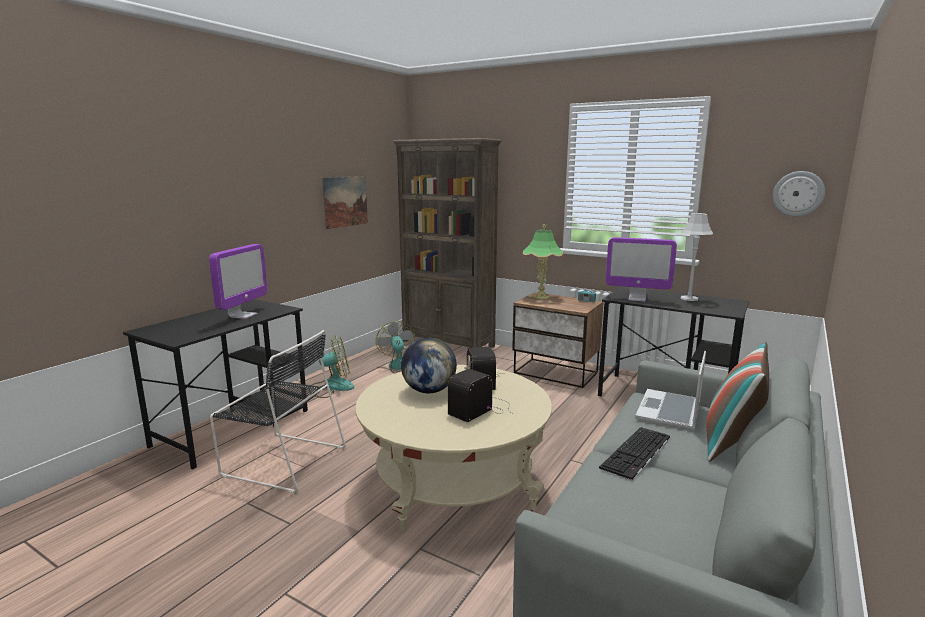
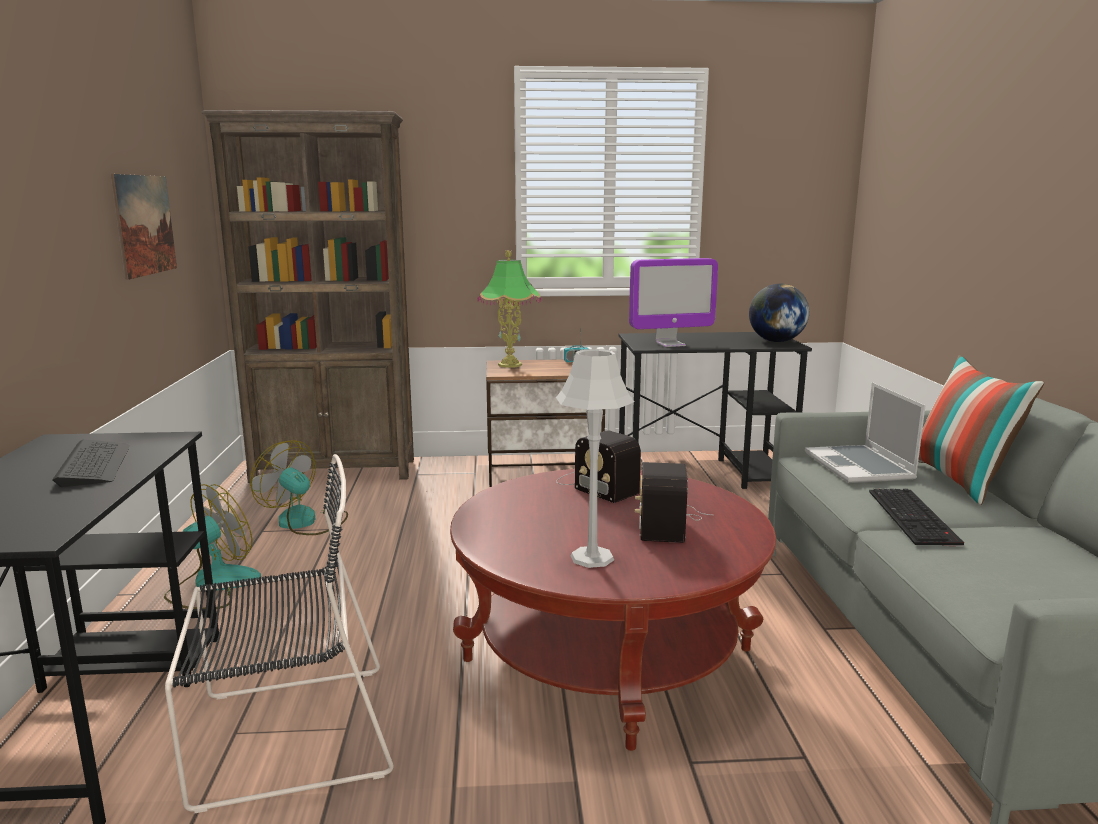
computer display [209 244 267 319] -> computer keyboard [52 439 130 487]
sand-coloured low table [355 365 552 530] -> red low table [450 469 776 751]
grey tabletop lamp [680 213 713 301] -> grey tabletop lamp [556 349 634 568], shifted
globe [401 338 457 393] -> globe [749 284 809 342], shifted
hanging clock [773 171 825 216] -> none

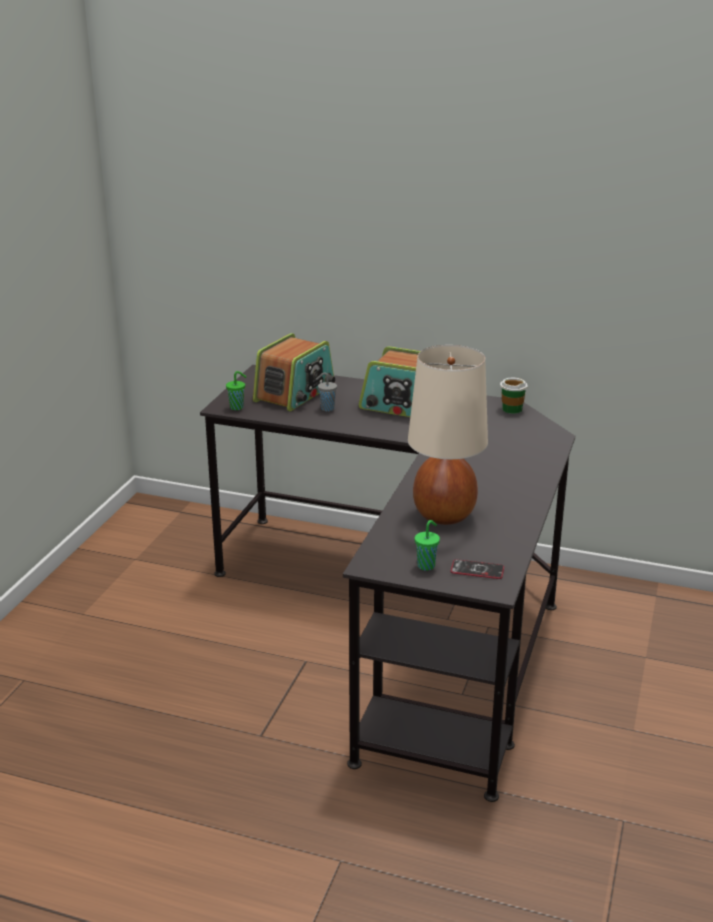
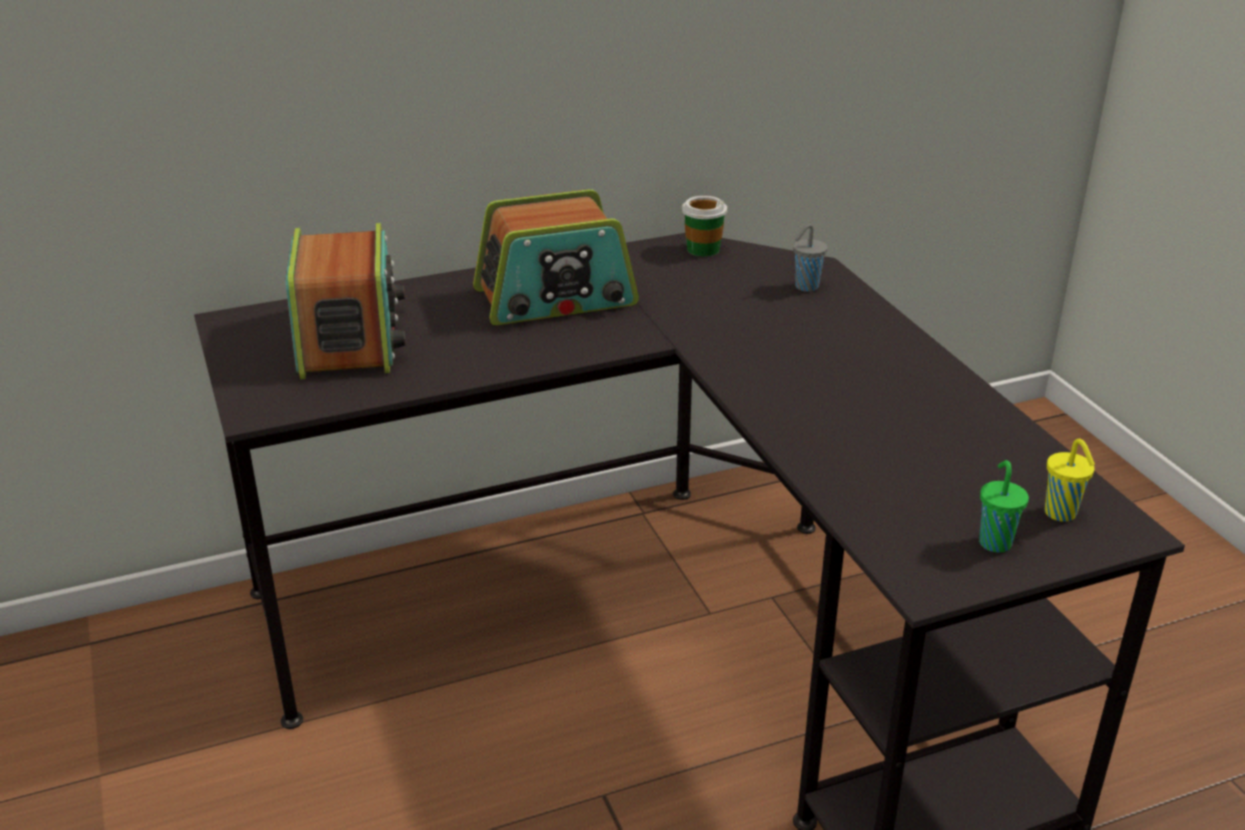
grey drinking cup [316 372 337 411] -> grey drinking cup [793 224 828 292], shifted
telephone [451 559 504 579] -> yellowish drinking cup [1045 439 1095 522]
greenish drinking cup [226 371 246 410] -> none
sand-coloured tabletop lamp [408 345 488 525] -> none

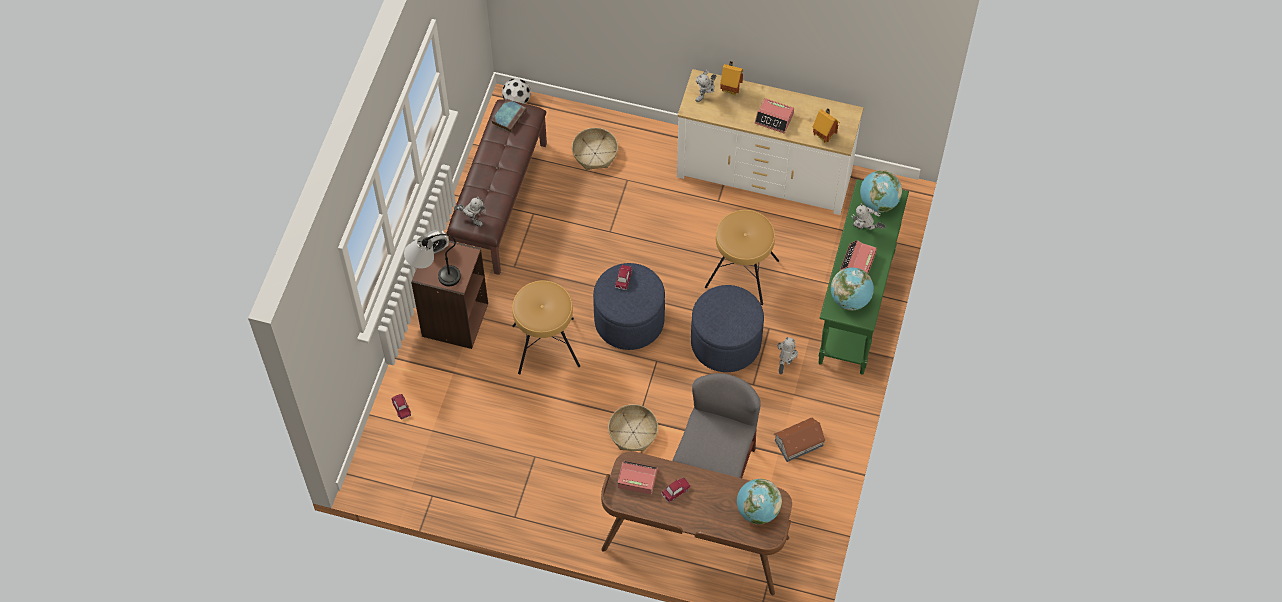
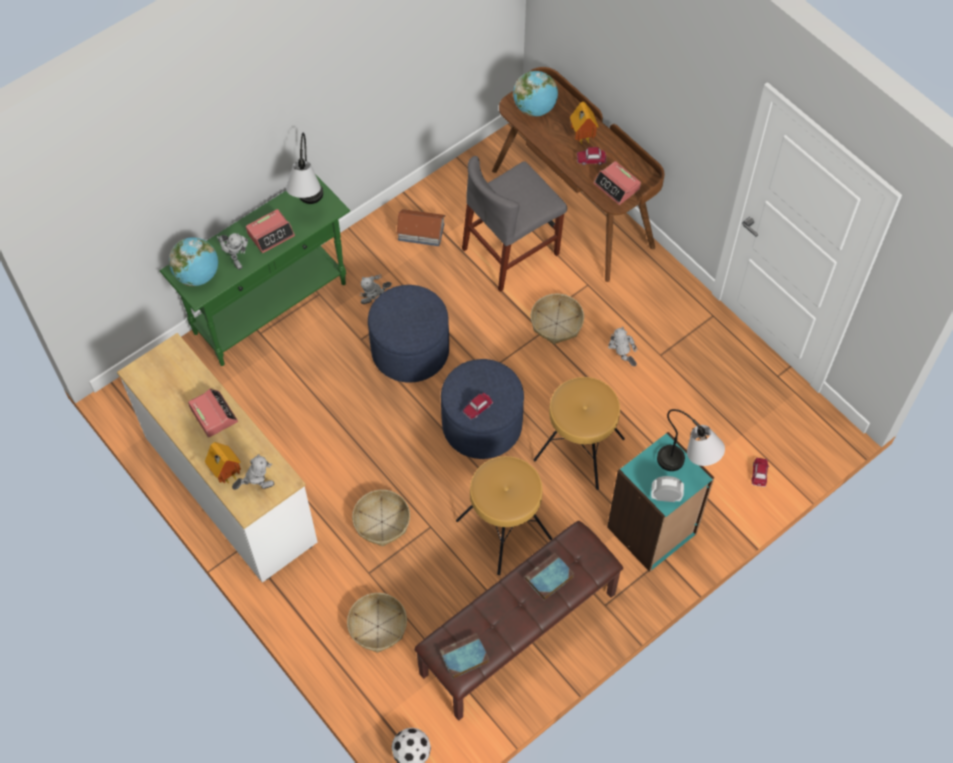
globe [831 267 874 310] -> tabletop lamp [286 133 323 204]
none -> basket [352 490 410 546]
brownish stool [705 210 779 305] -> brownish stool [456 456 552 575], shifted
none -> bound book [524 553 574 600]
toy house [813 108 840 144] -> toy house [570 102 599 145], shifted
brownish shelving unit [411 241 488 349] -> turquoise shelving unit [607 432 714 572]
toy robot [454 197 486 227] -> toy robot [608 327 637 366], shifted

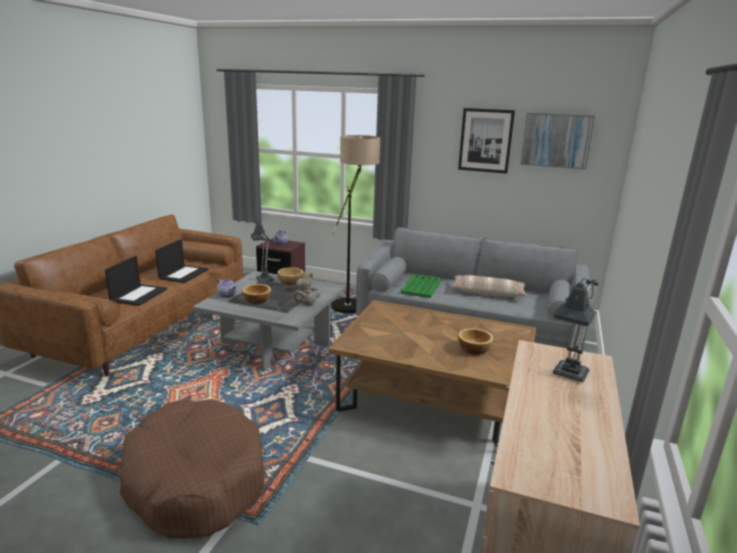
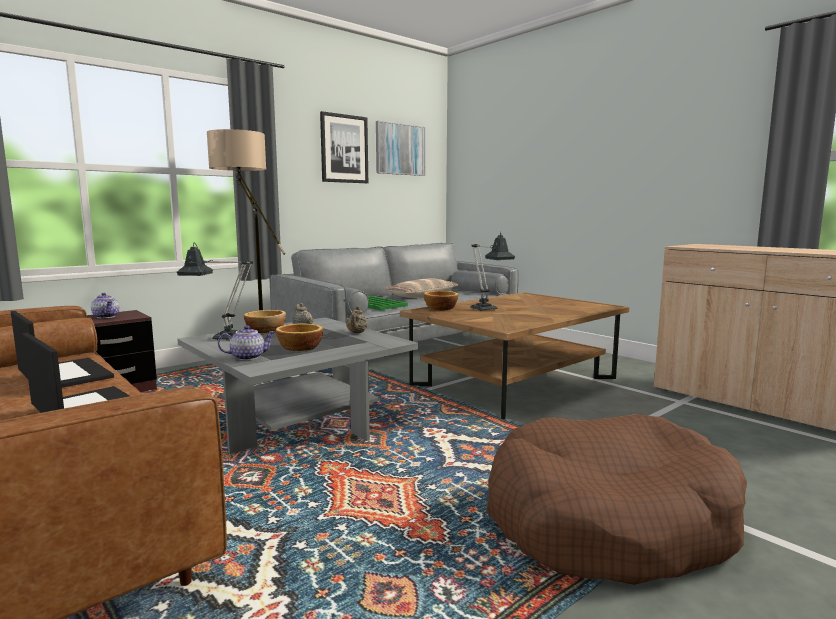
deep dish [458 328 493 355] -> deep dish [424 291 458 310], shifted
tabletop lamp [553 278 599 382] -> tabletop lamp [470 232 515 311], shifted

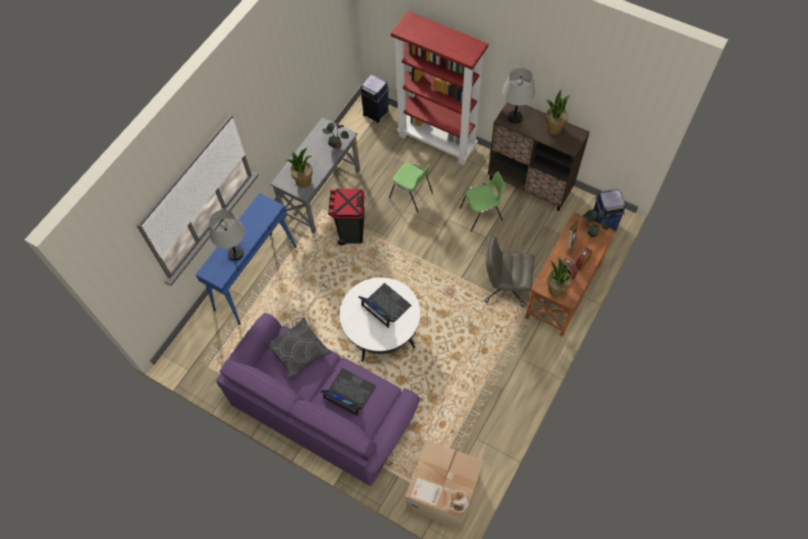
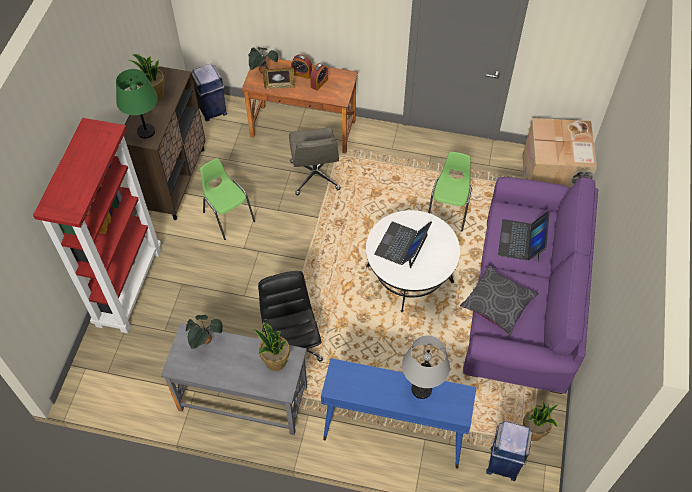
grey tabletop lamp [502 68 535 123] -> greenish tabletop lamp [116 69 158 139]
black waste bin [328 189 364 245] -> black desk chair [258 271 323 362]
greenish chair [389 163 433 212] -> greenish chair [428 152 472 231], shifted
blue waste bin [360 75 390 123] -> blue waste bin [486 421 533 481], shifted
plant in a pot [547 257 573 297] -> plant in a pot [523 401 558 441], shifted

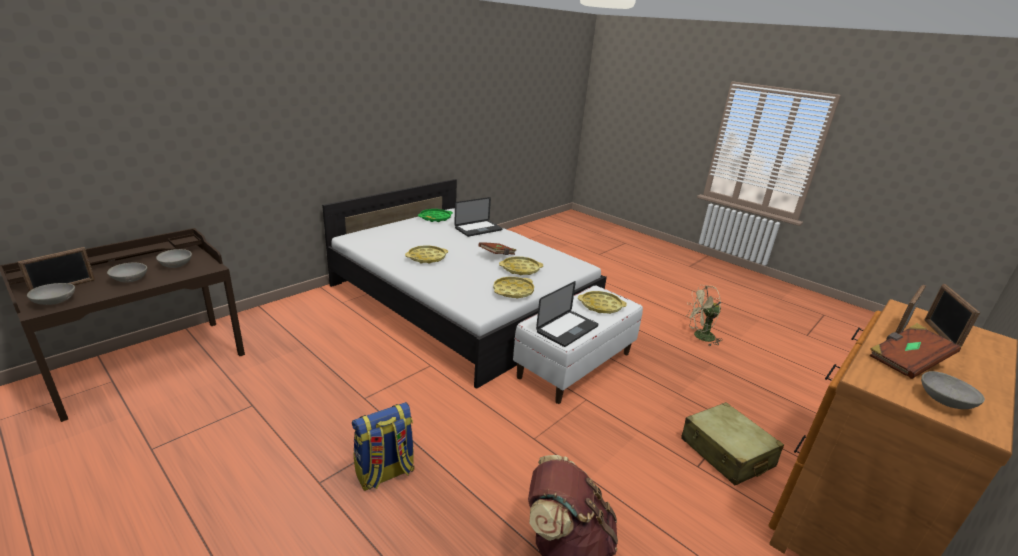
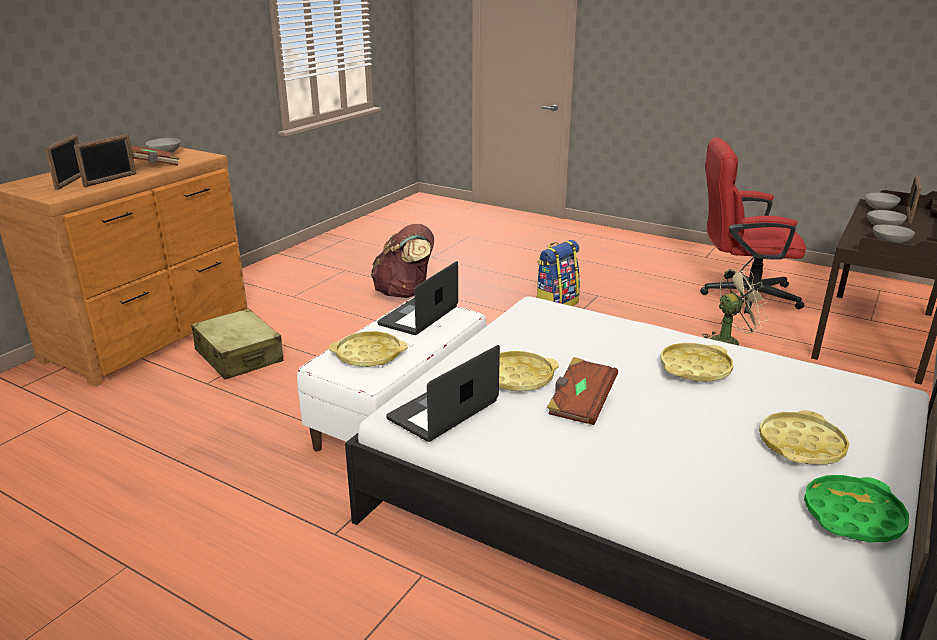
notebook computer [454 197 503 237] -> notebook computer [386 345 500 442], shifted
none -> red desk chair [700 137 806 314]
sand-coloured cooling fan [686 285 723 346] -> sand-coloured cooling fan [702 268 768 346], shifted
yellowish carrying tray [493 277 534 299] -> yellowish carrying tray [759 410 849 464], shifted

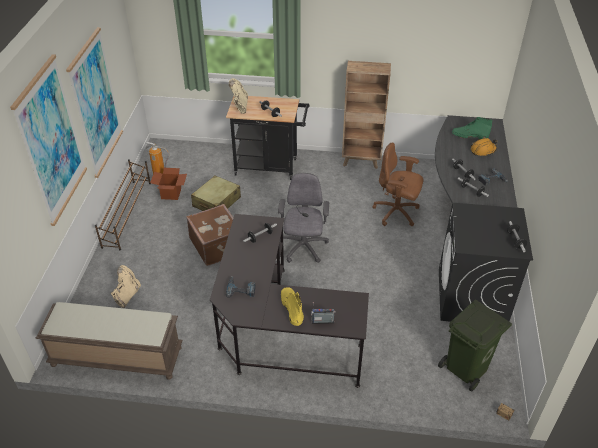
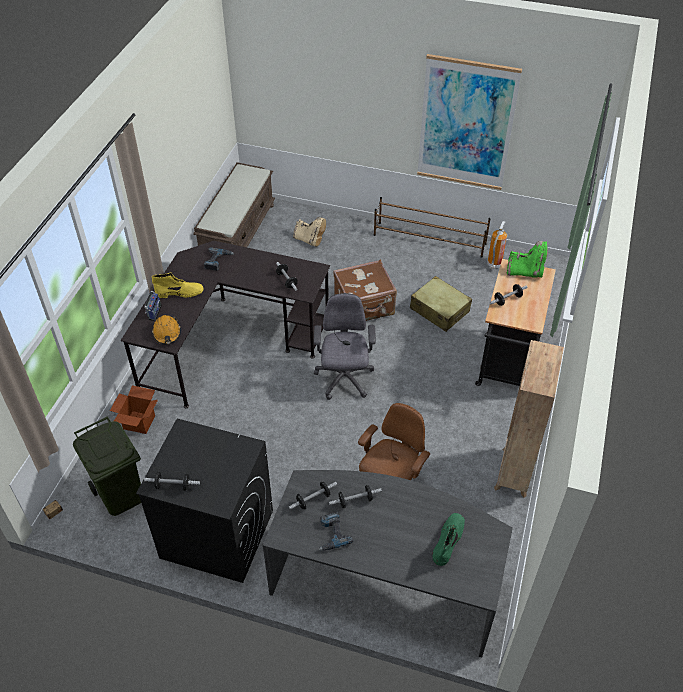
packing box [150 168 187 200] -> packing box [110 385 158 434], shifted
orange-coloured work helmet [470 138 498 156] -> orange-coloured work helmet [152 315 181 344], shifted
grey desk chair [278 173 329 263] -> grey desk chair [314 293 376 400], 105 degrees counterclockwise
sand-coloured tall boot [229 78 248 114] -> greenish tall boot [507 241 548 278]
wall art [10 54 87 226] -> none

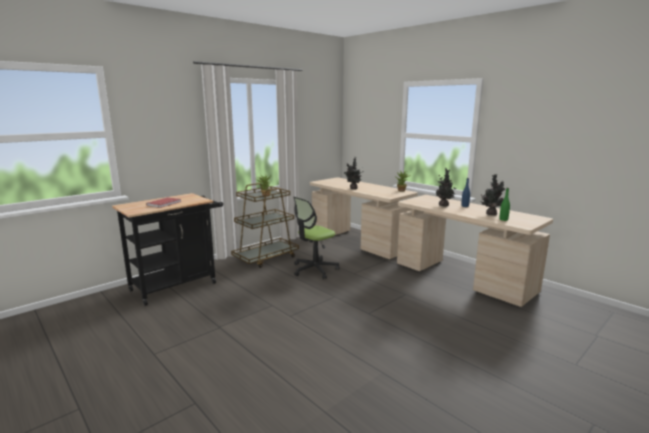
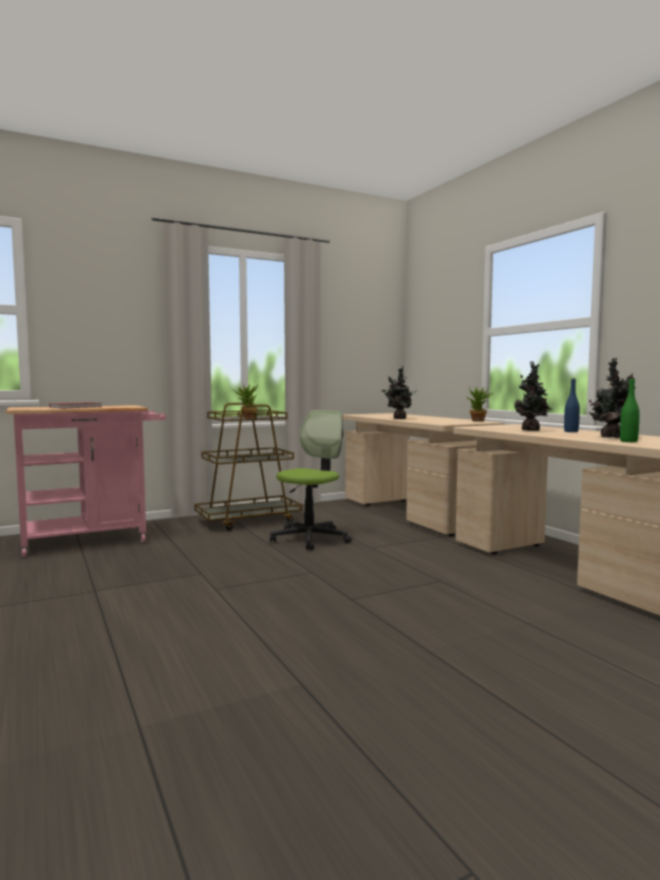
black wheeled cart [112 193 223 306] -> pink-coloured wheeled cart [6 405 166 557]
desk chair [294 197 340 279] -> desk chair [270 410 352 550], 150 degrees clockwise

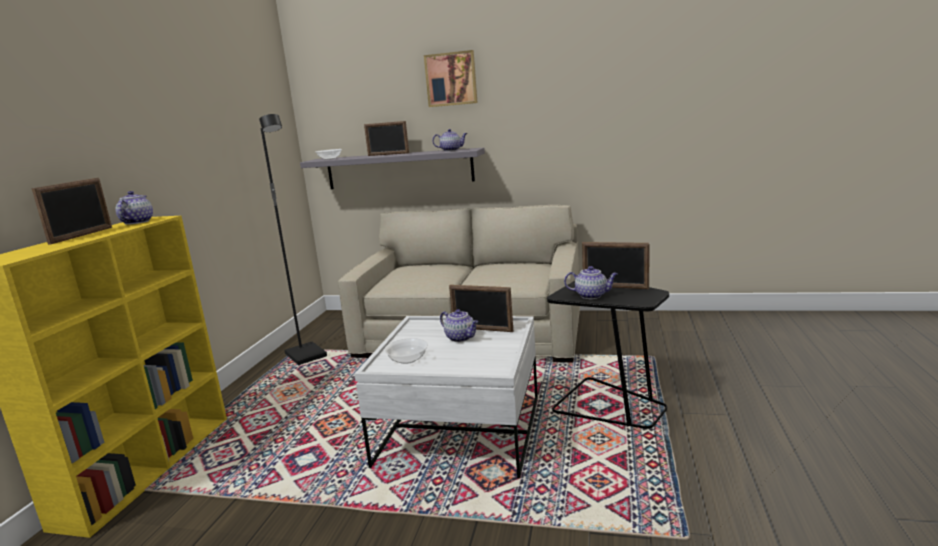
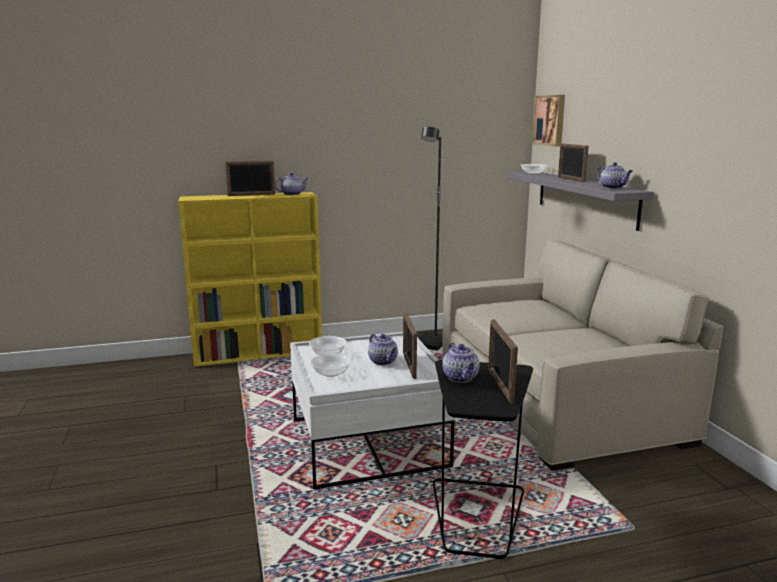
none -> deep dish [310 354 351 377]
tea pot [440 309 478 342] -> tea pot [368 334 398 365], 45 degrees counterclockwise
wall art [424 50 477 107] -> wall art [532 95 565 146], shifted

